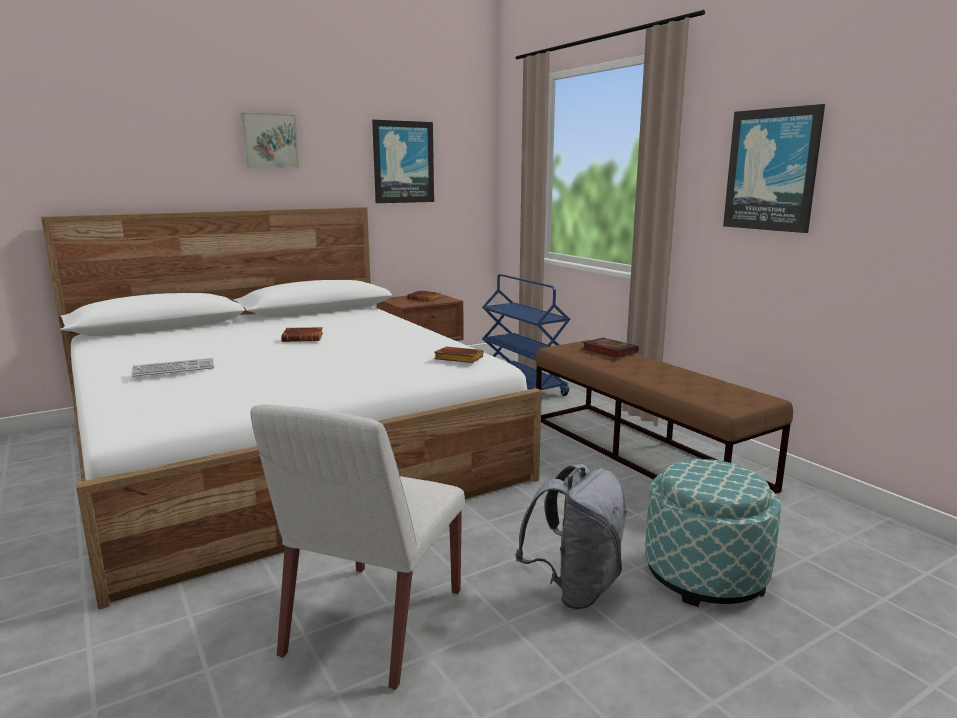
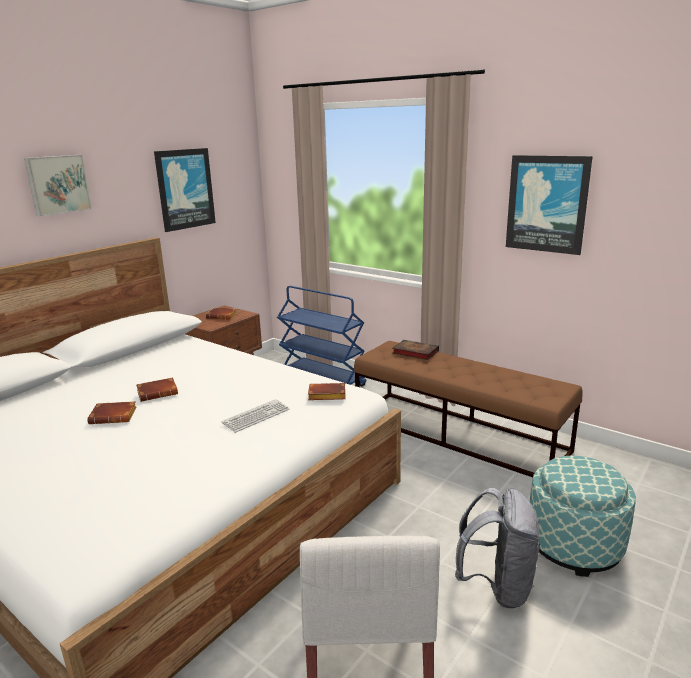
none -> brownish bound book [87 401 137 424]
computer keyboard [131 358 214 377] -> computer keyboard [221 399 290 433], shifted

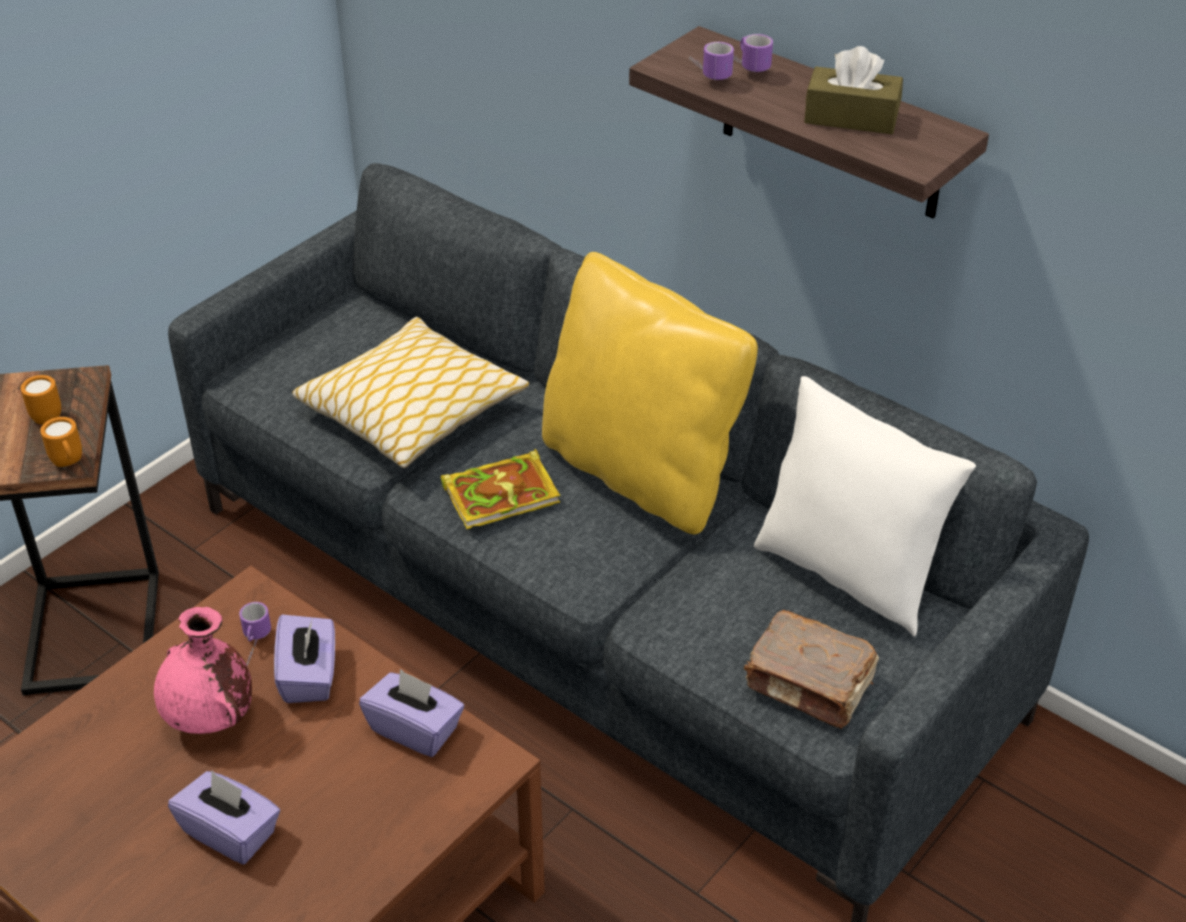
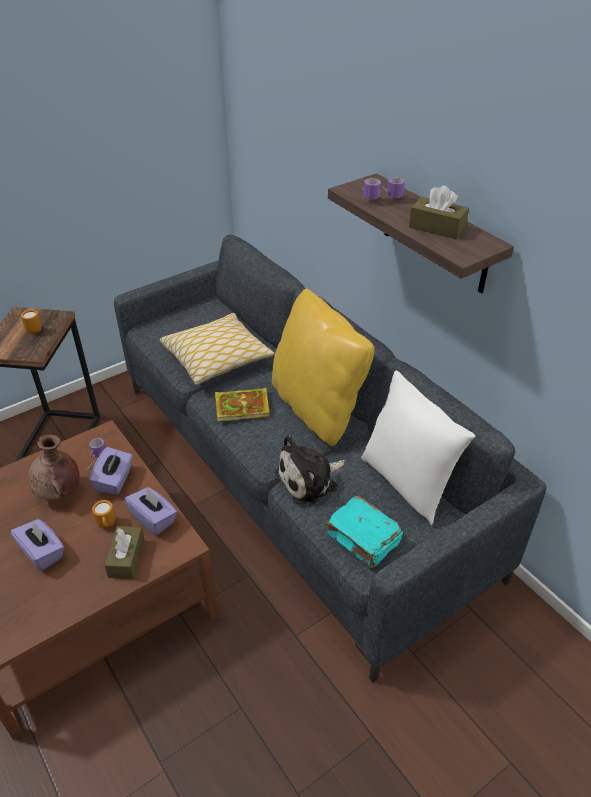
pink-coloured decorative vase [154 607 252 734] -> brownish decorative vase [28 434 80 500]
orange-coloured tea mug [40 417 82 467] -> orange-coloured tea mug [92 500 115 528], shifted
none -> brownish box of tissues [104 526 144 579]
none -> plush toy [275 435 345 505]
brownish bound book [744 610 879 729] -> turquoise bound book [325 496 403 569]

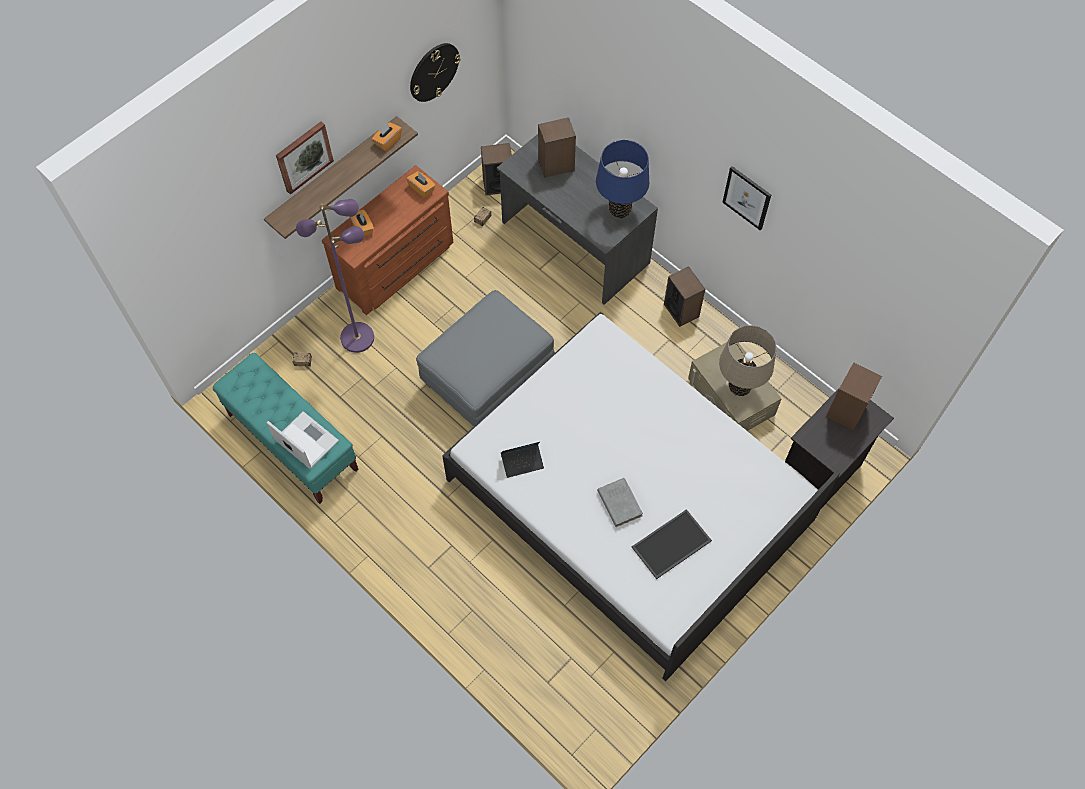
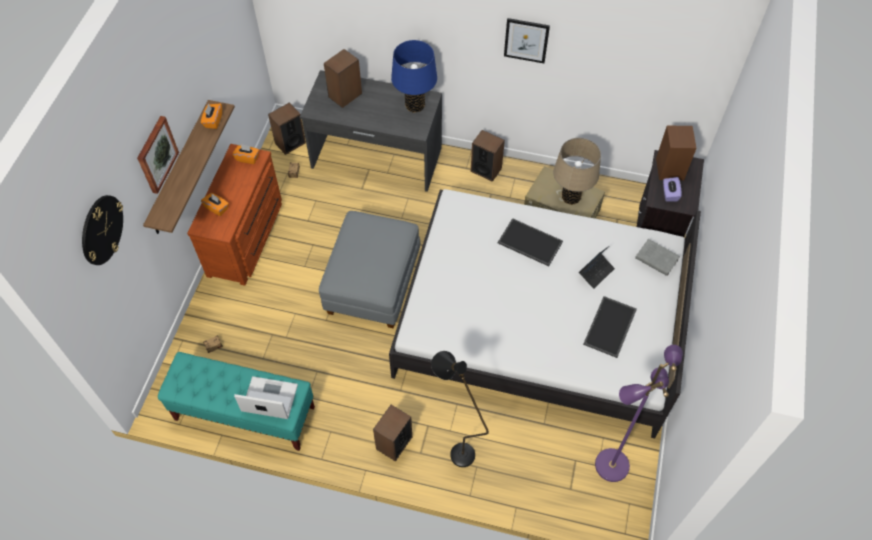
hanging clock [410 43 460 102] -> hanging clock [82 195 123 265], shifted
none -> loudspeaker [373 405 412 462]
none -> black floor lamp [431 351 489 467]
none -> carrying tray [498 218 563 266]
notebook computer [501 442 544 478] -> notebook computer [579 246 615 289], shifted
purple floor lamp [296 199 374 353] -> purple floor lamp [595 345 683 482], shifted
grey bound book [597 478 643 527] -> grey bound book [635 239 680 276], shifted
none -> purple box of tissues [663 177 682 202]

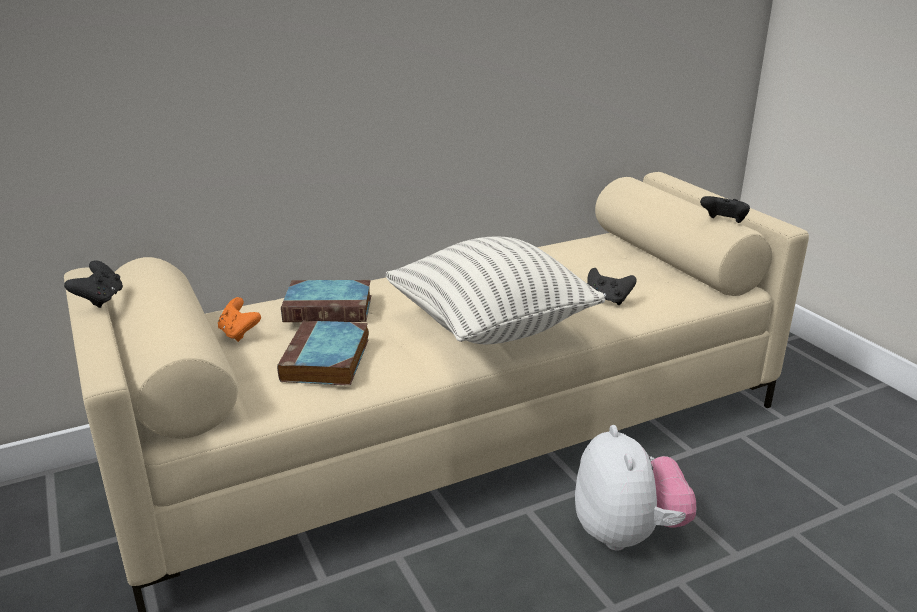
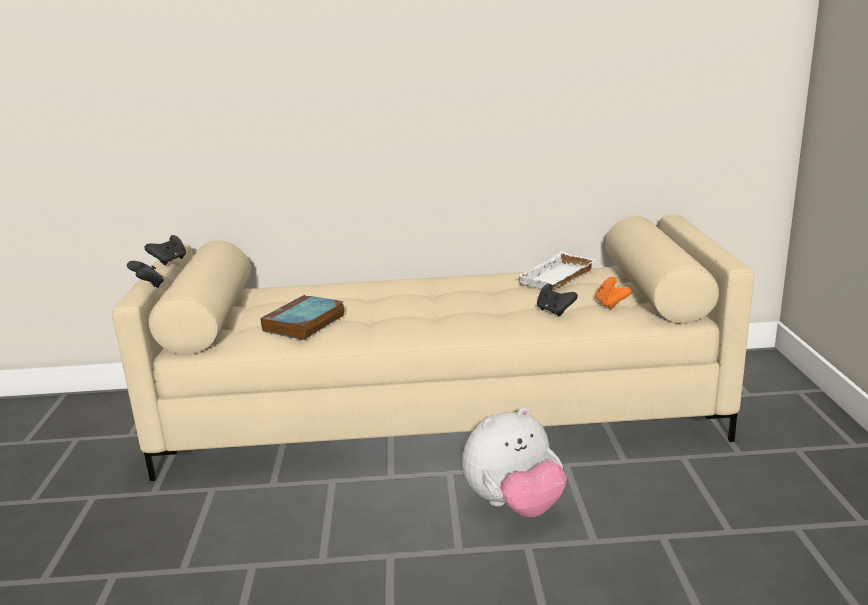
black gamepad [700 196 750 223] -> black gamepad [127 261 164 288], shifted
plush toy [575 425 696 551] -> plush toy [462 407 567 517], 45 degrees clockwise
none -> white carrying tray [517 251 597 289]
orange-coloured gamepad [218 297 261 342] -> orange-coloured gamepad [595 277 631 309], shifted
bound book [281 280 371 322] -> none
pillow [385 237 605 344] -> none

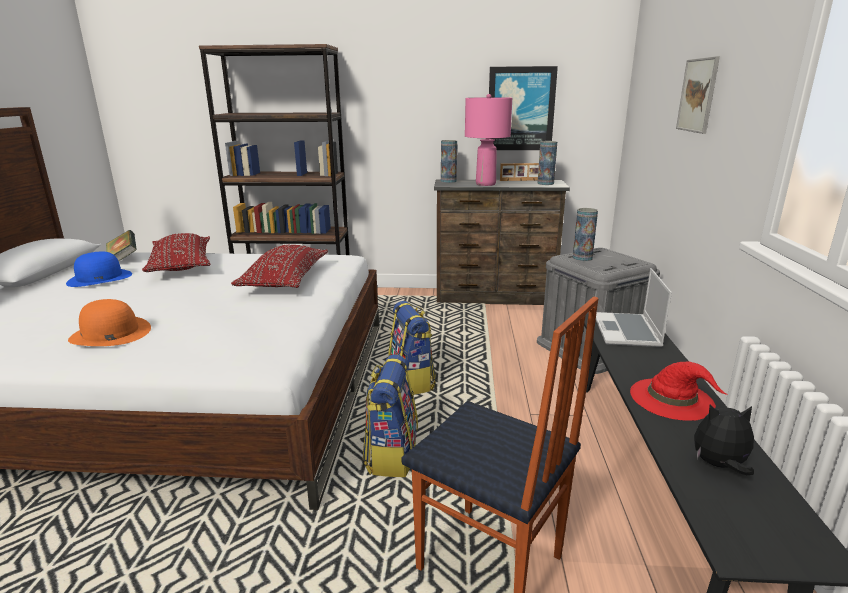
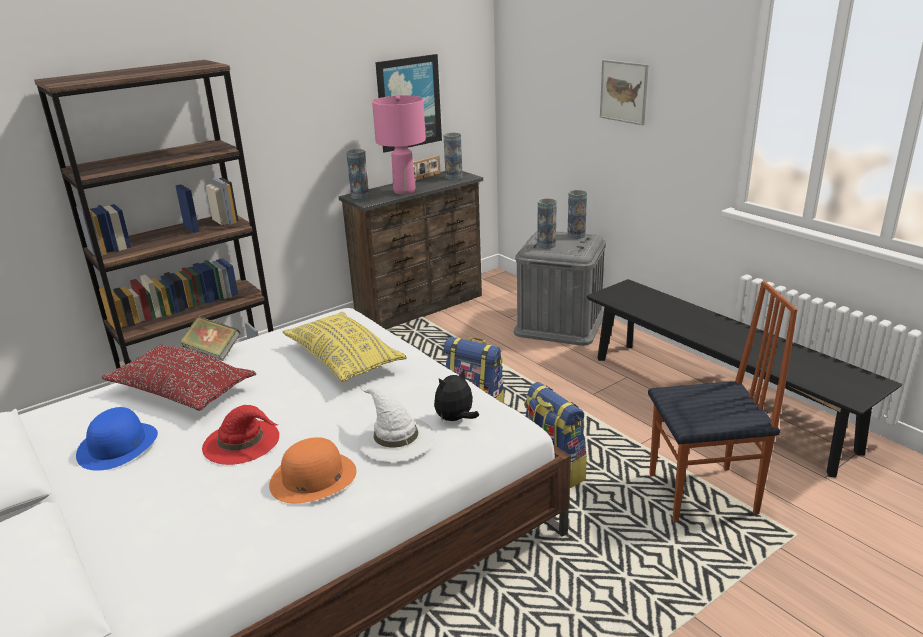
bound book [106 230 137 261] -> bound book [180 316 240 361], shifted
red clothing hat [630 361 726 421] -> red clothing hat [202 405 280 465], shifted
red pillow [231 245 328 288] -> yellowish pillow [282 312 407 382]
none -> white clothing hat [358 387 434 462]
plush toy [694 405 754 475] -> plush toy [434 368 479 422], shifted
none -> decorative vase [567 190 587 239]
notebook computer [596 268 672 347] -> none

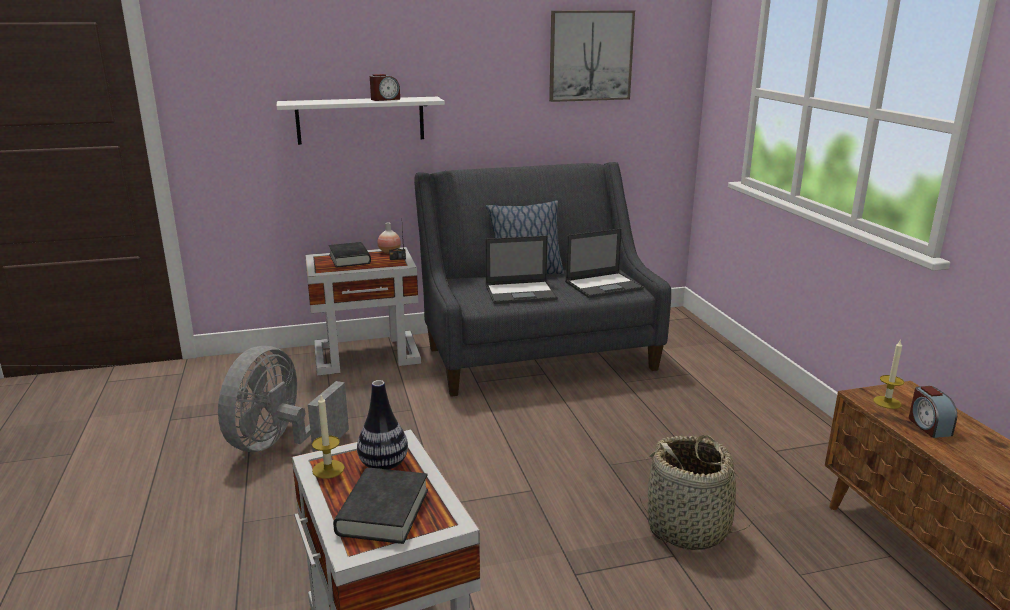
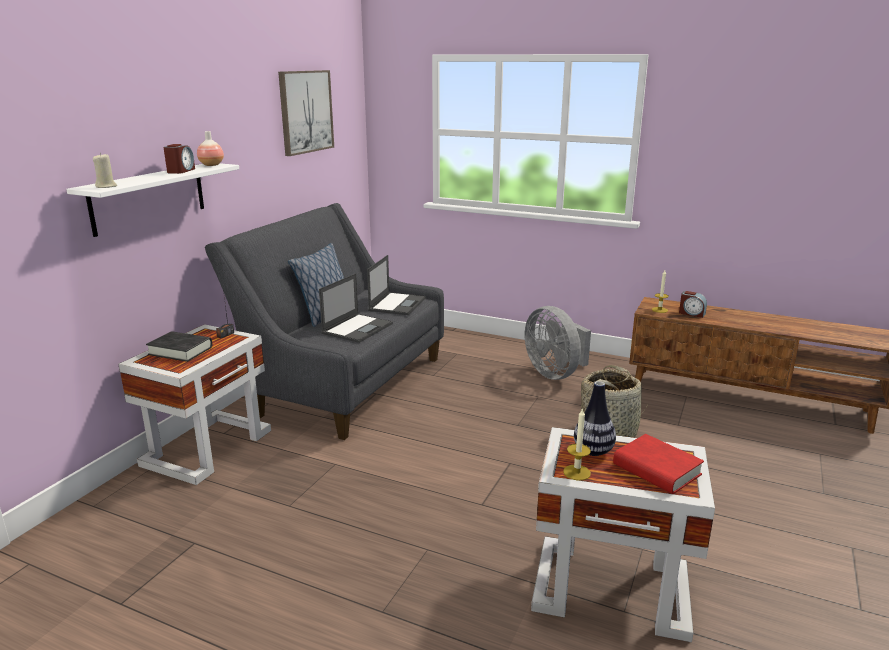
none -> sand-coloured candle [93 153 117 188]
decorative vase [377 223 401 253] -> decorative vase [197 131 224 166], shifted
grey cooling fan [218 346 349 452] -> grey cooling fan [525 306 591 380], shifted
black bound book [333 468 428 544] -> red bound book [613 434 704 494]

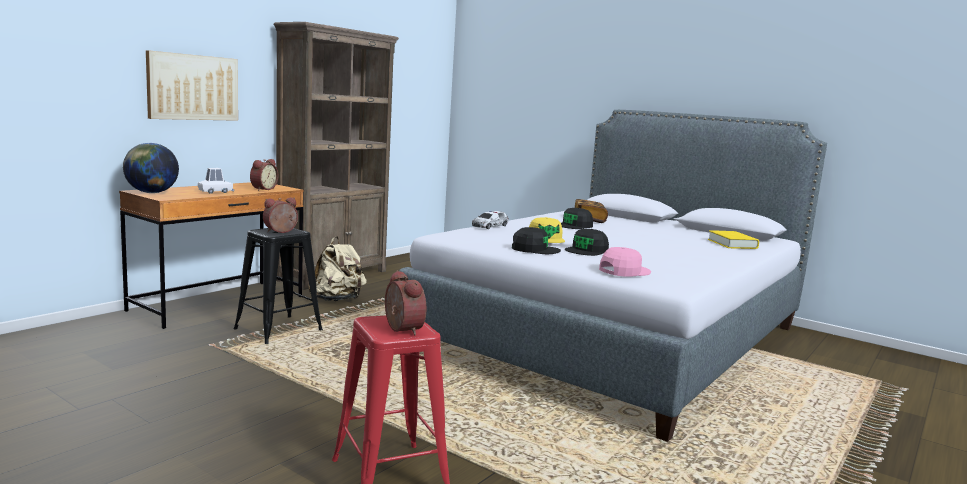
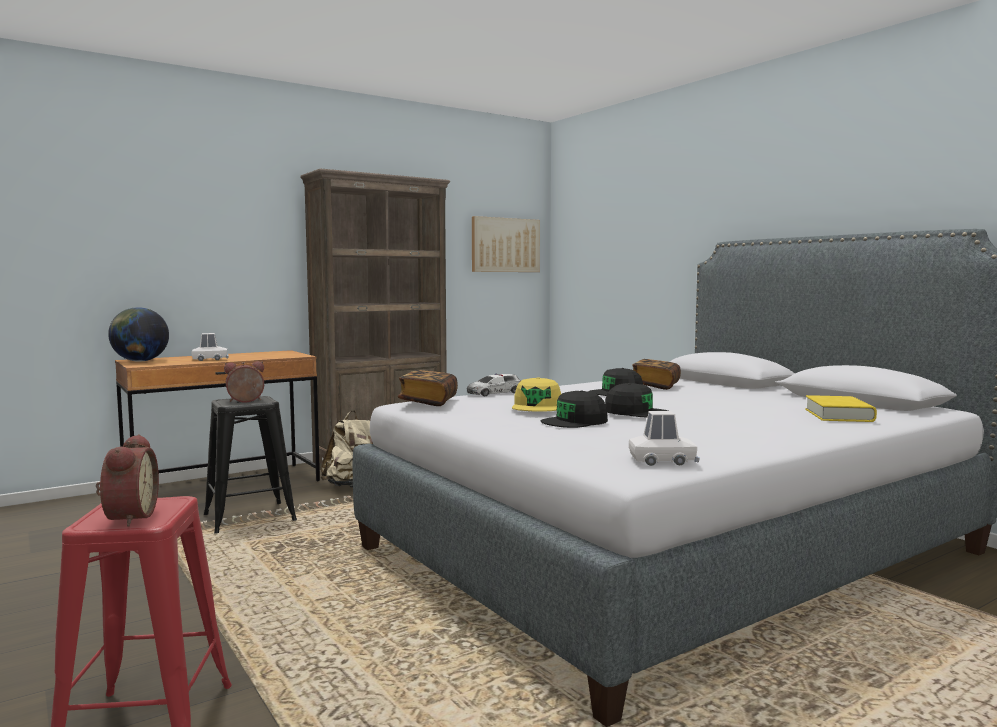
none -> bound book [398 370 458 406]
wall art [146 50 238 121] -> wall art [472 216 540 272], shifted
black baseball cap [512 227 561 254] -> black baseball cap [605 383 668 417], shifted
none -> white model car [629 411 700 466]
bedside clock [250 159 278 191] -> none
pink-coloured baseball cap [599 247 651 277] -> none

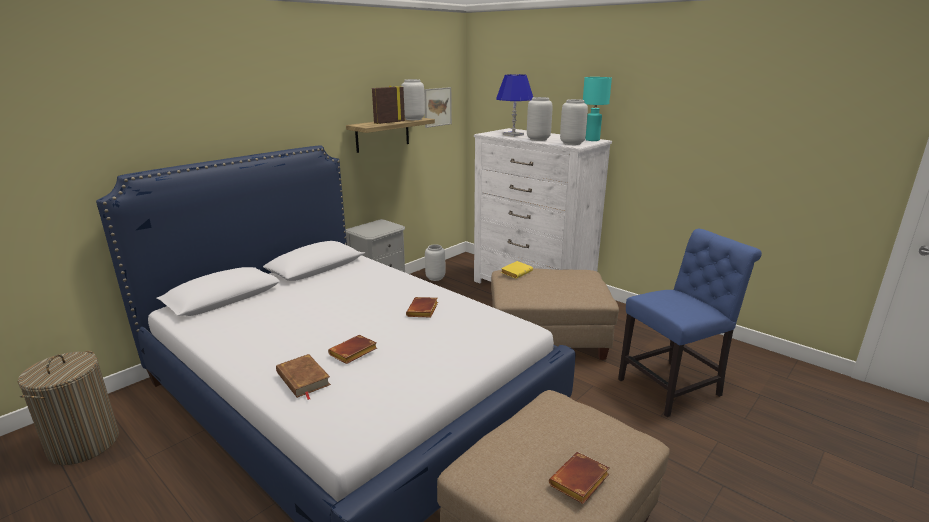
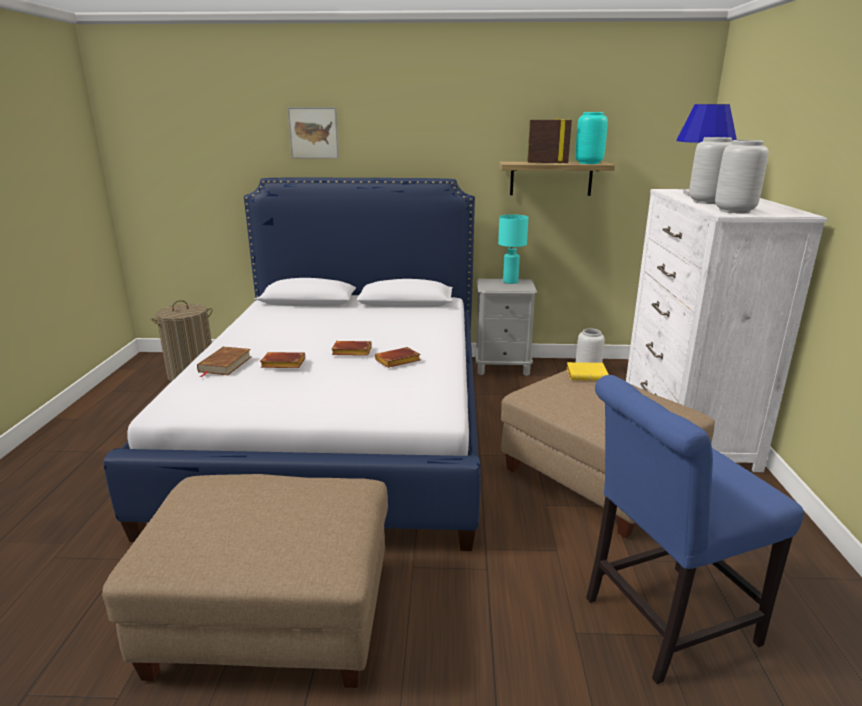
wall art [424 87 452 128] -> wall art [287 107 339 159], shifted
brownish bound book [549 452 609 504] -> brownish bound book [332 341 372 356], shifted
turquoise tabletop lamp [583 77 612 141] -> turquoise tabletop lamp [498 214 528 284], shifted
grey decorative vase [401 79 425 120] -> turquoise decorative vase [575 112 608 164]
blue chair [618 229 762 417] -> blue chair [586 375 804 684], 135 degrees clockwise

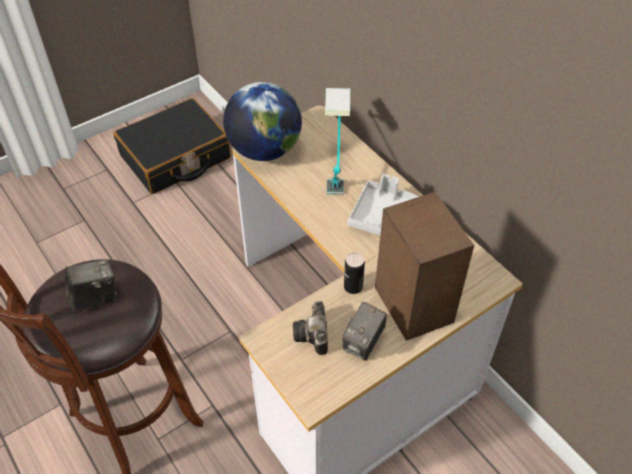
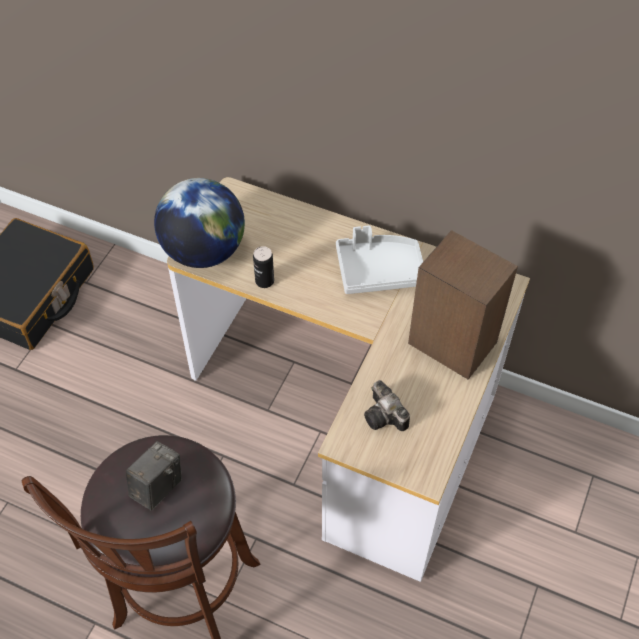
metal can [344 252 365 294] -> metal can [253 246 274 288], shifted
tabletop lamp [325 88 350 195] -> none
still camera [343 302 387 361] -> none

